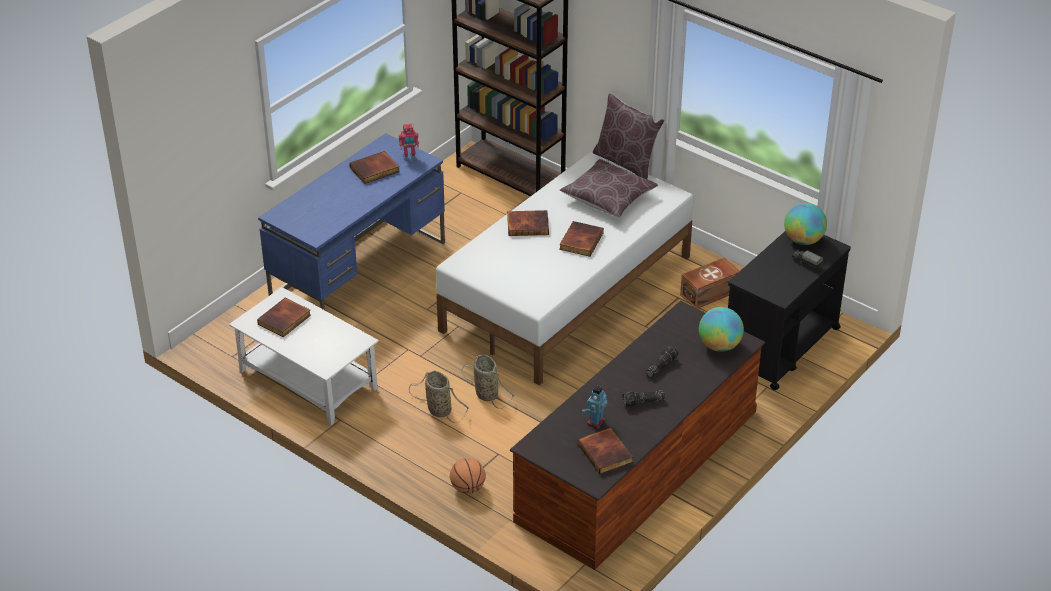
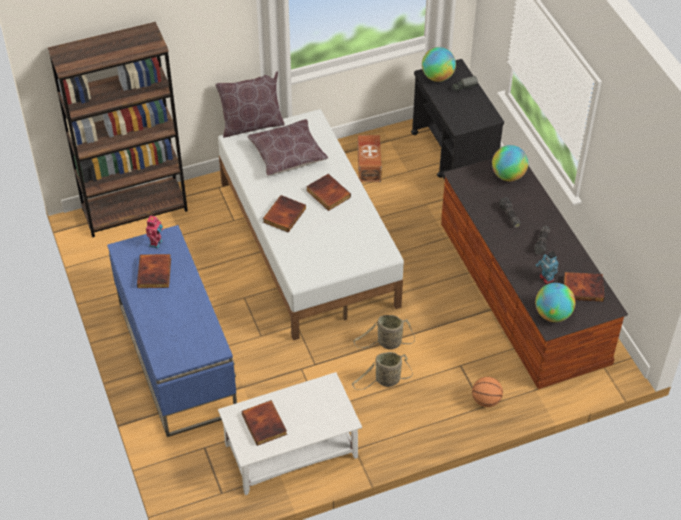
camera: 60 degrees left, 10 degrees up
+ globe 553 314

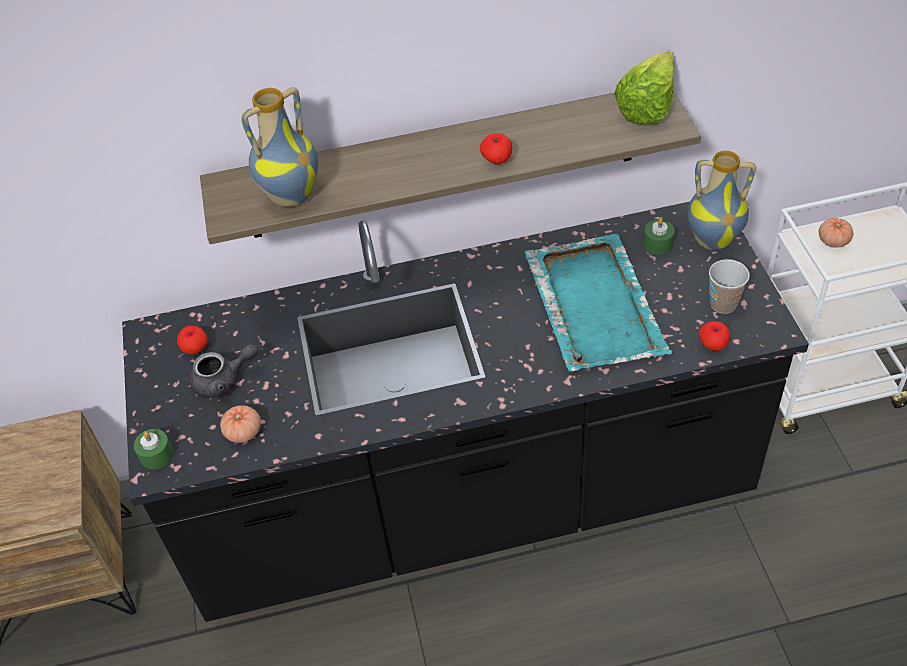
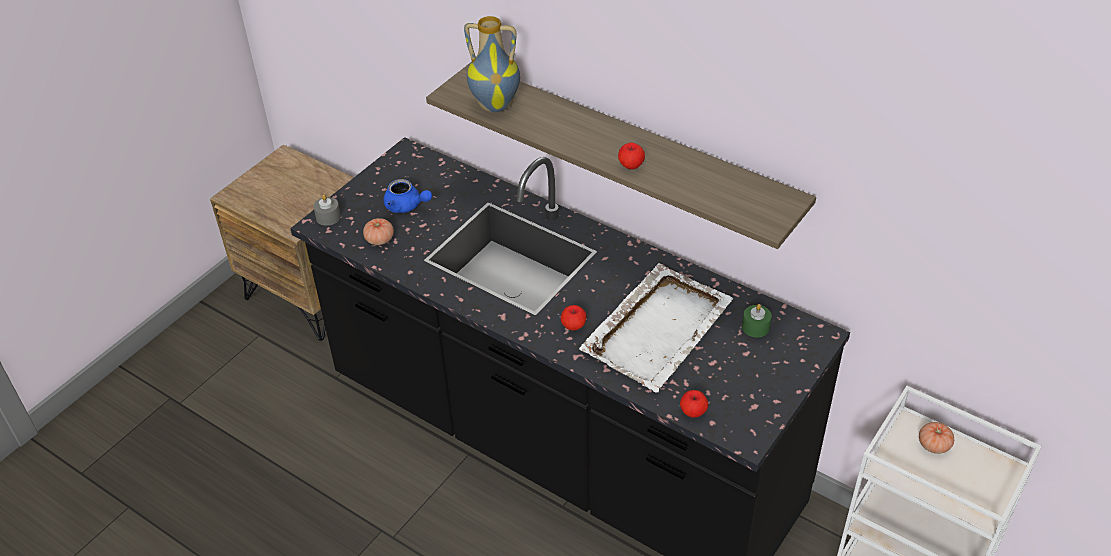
camera: 45 degrees right, 5 degrees down
~ candle/green 156 455 to candle/grey 328 217
~ apple 195 349 to 573 326
~ teapot/grey 224 381 to teapot/blue 407 206
~ tray/turquoise 594 304 to tray/white 658 328
- lettuce 652 104
- vase 713 239
- cup 723 304

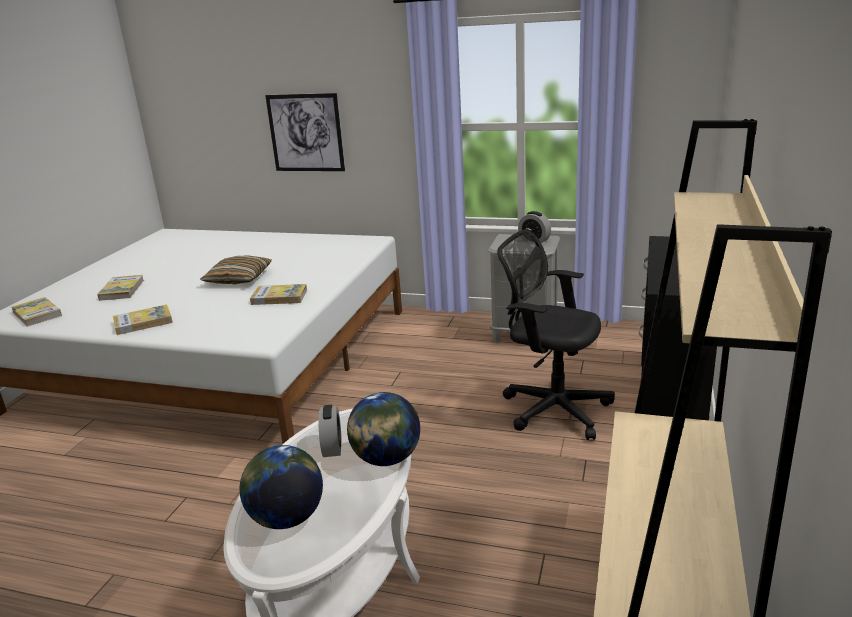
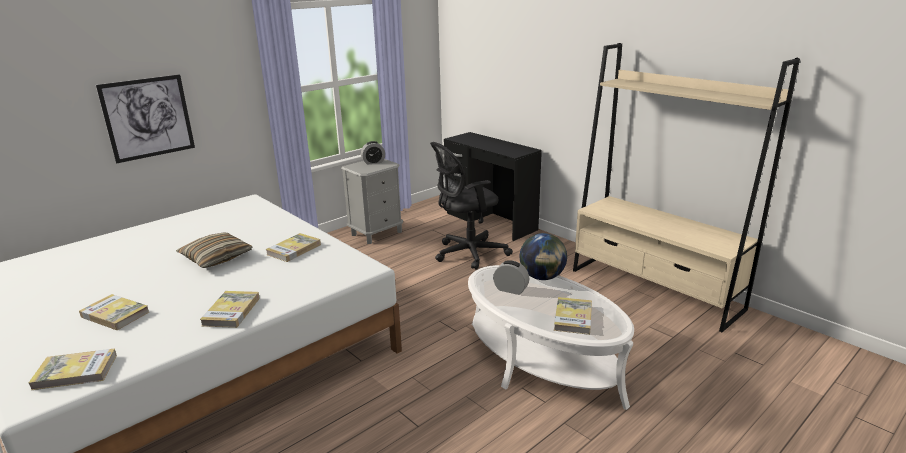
camera: 60 degrees left, 0 degrees up
~ globe 286 518 to book 573 318

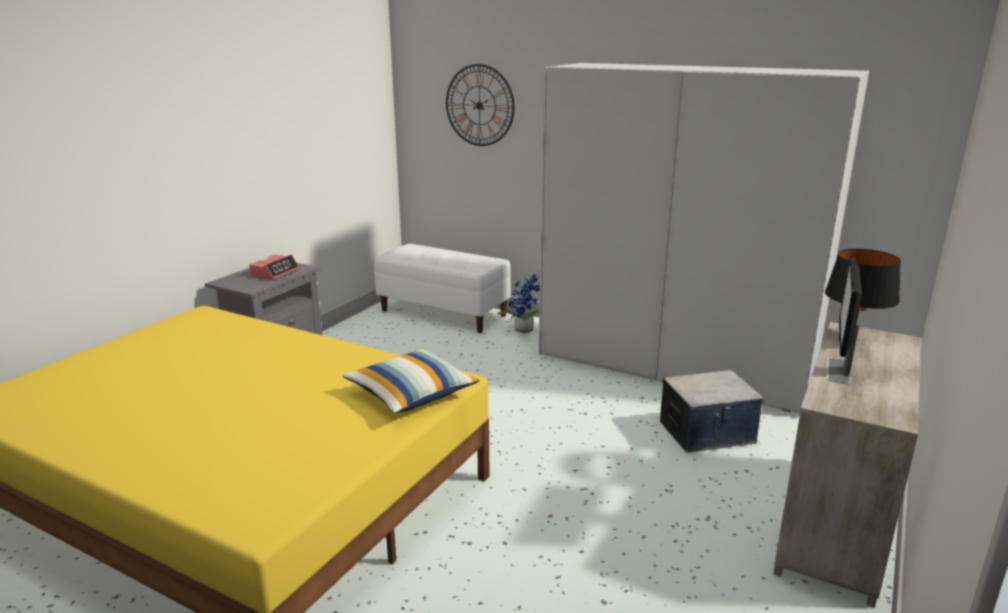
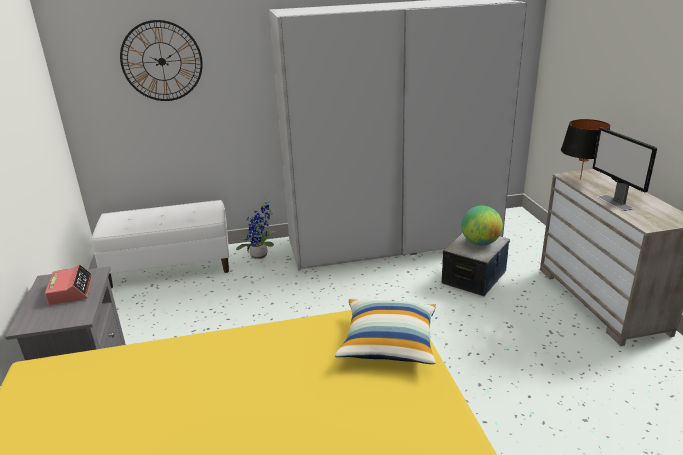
camera: 40 degrees left, 5 degrees up
+ globe 480 243

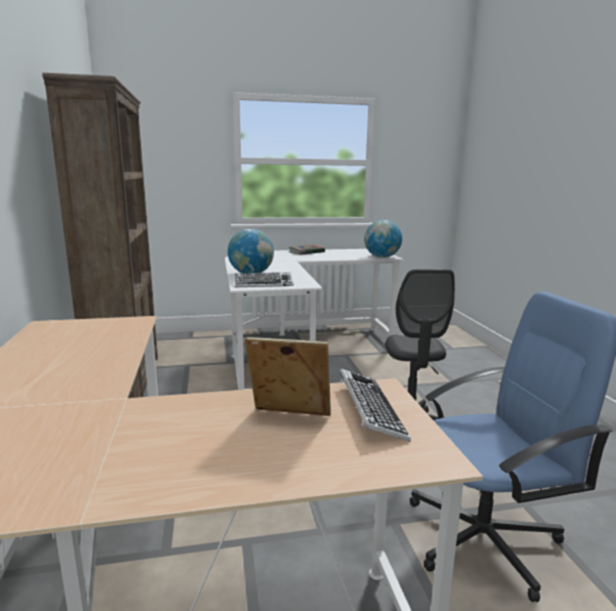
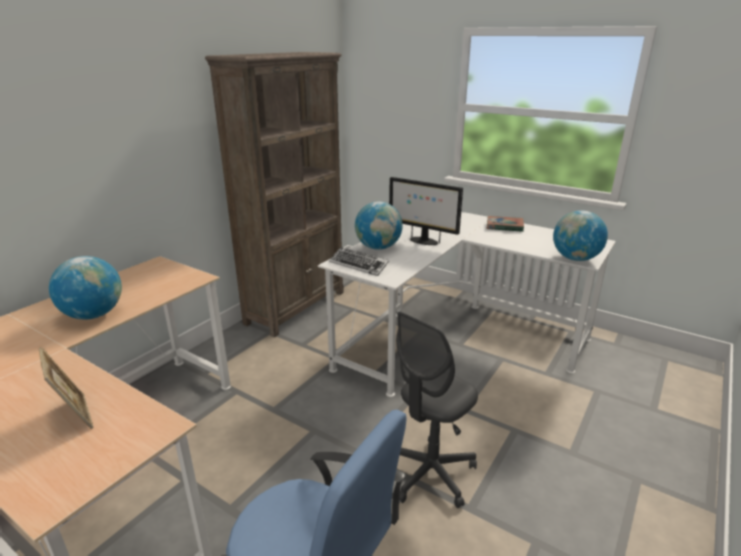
camera: 45 degrees right, 10 degrees up
- keyboard 369 410
+ globe 93 315
+ monitor 423 241

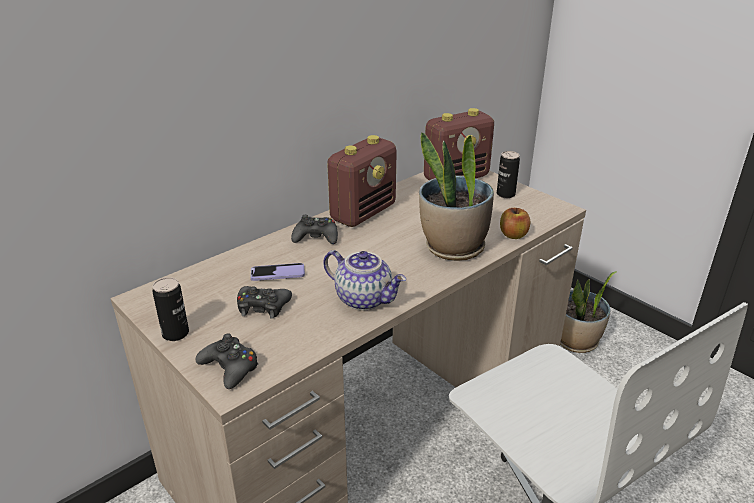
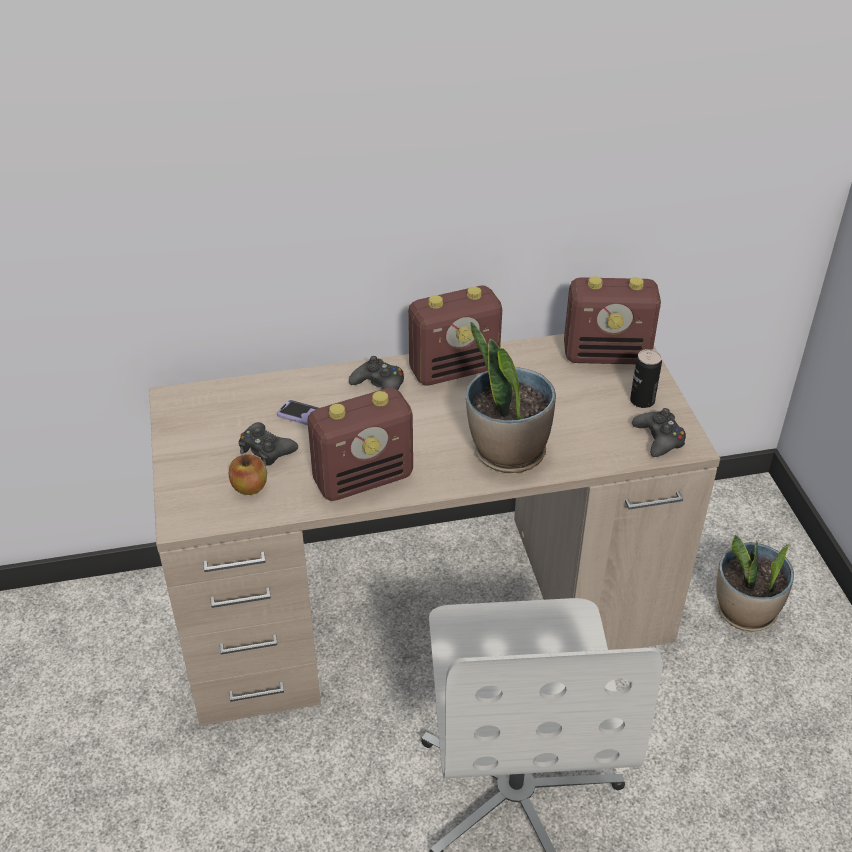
camera: 30 degrees right, 10 degrees up
- can 175 334
~ game controller/black 230 368 to 659 438
~ teapot 365 299 to radio 364 479
~ apple 513 235 to 249 487

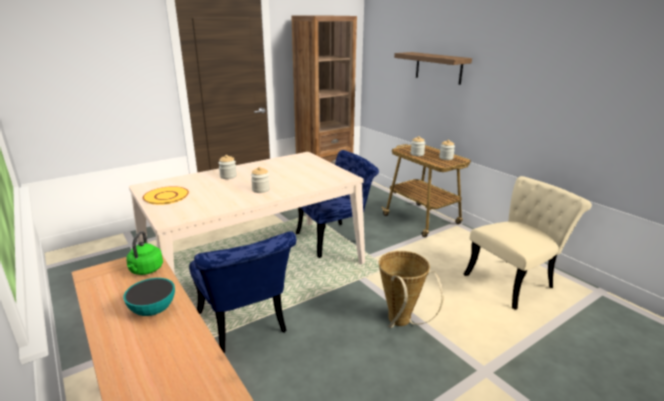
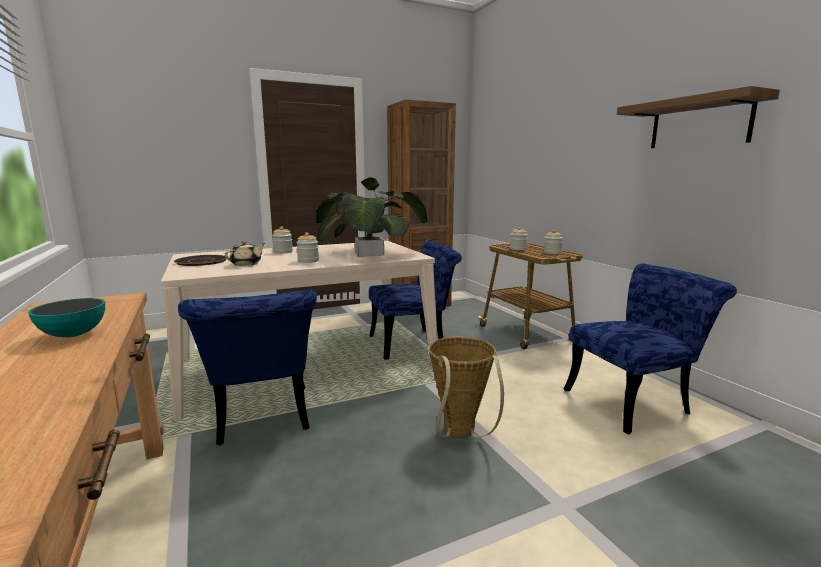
camera: 10 degrees right, 10 degrees down
- kettle/green 145 270
~ plate/yellow 166 196 to plate/black 201 261
~ shelf 438 68 to 699 123
~ chair/beige 514 280 to chair/blue 634 401
+ teapot/beige 246 264
+ potted plant 369 253

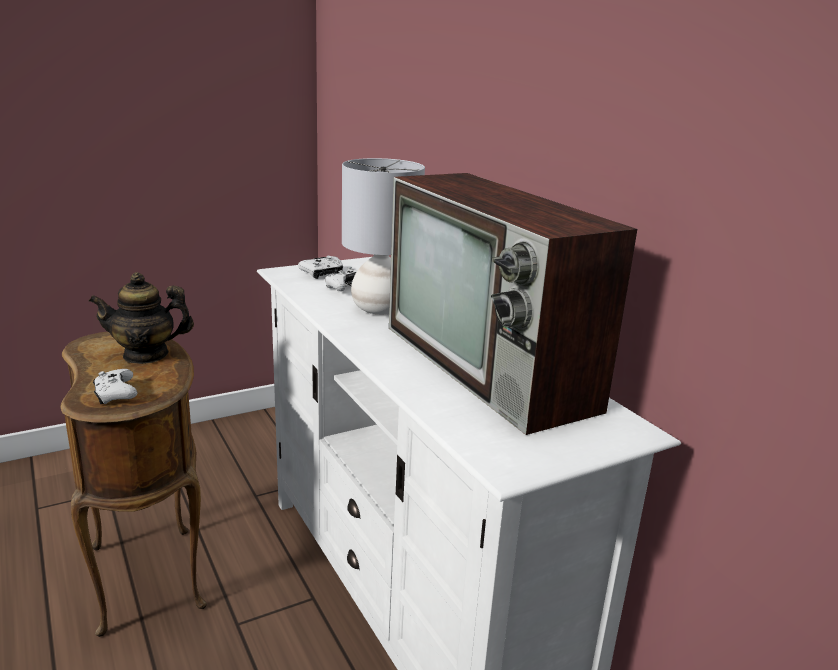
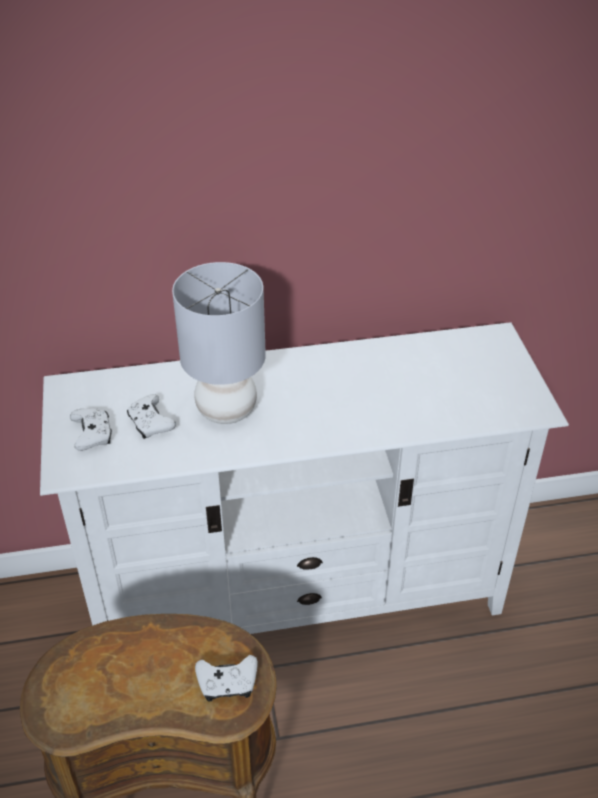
camera: 70 degrees left, 20 degrees up
- teapot 146 355
- television 490 368

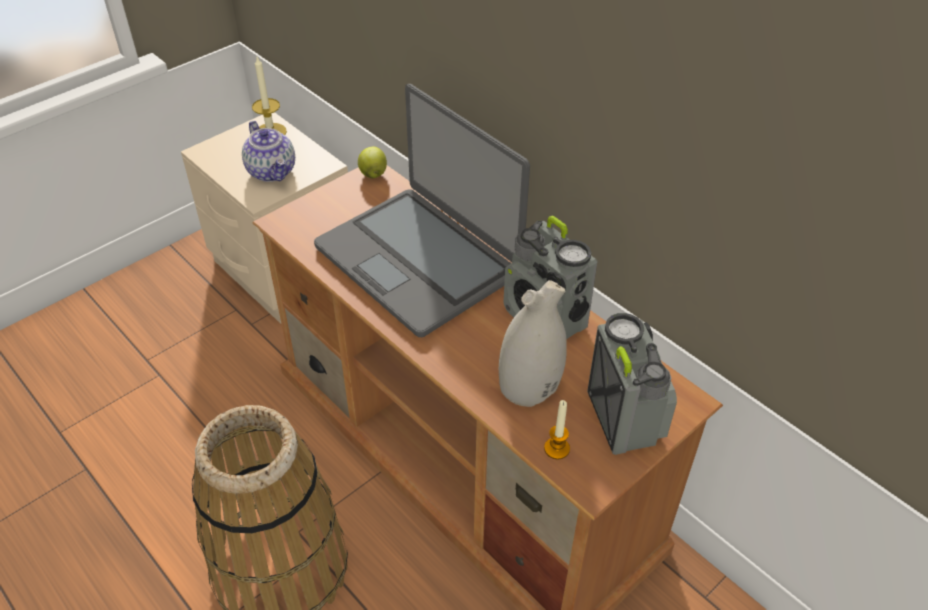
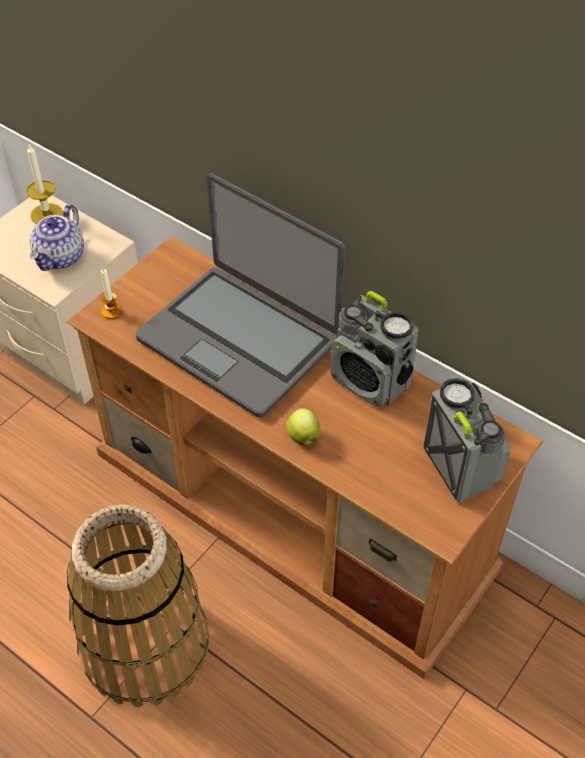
camera: 10 degrees left, 5 degrees up
~ teapot 272 171 = 61 258 60 degrees clockwise
~ apple 373 174 to 303 436
- vase/white 529 386
~ candle 557 448 to 111 311

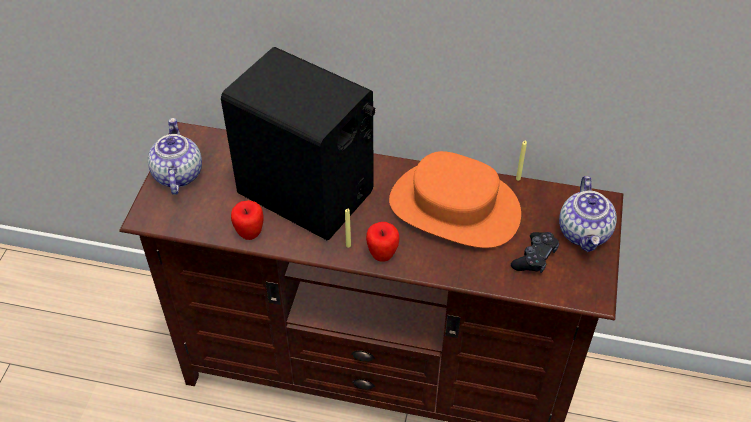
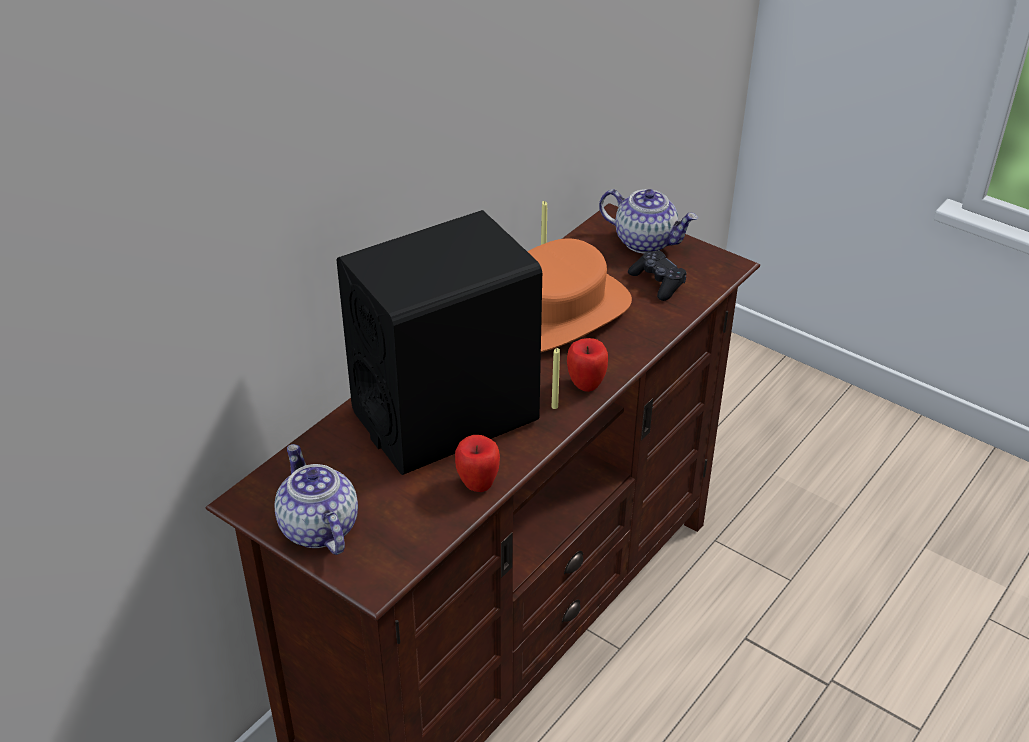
camera: 65 degrees left, 10 degrees down
~ teapot 177 174 = 317 528 45 degrees clockwise

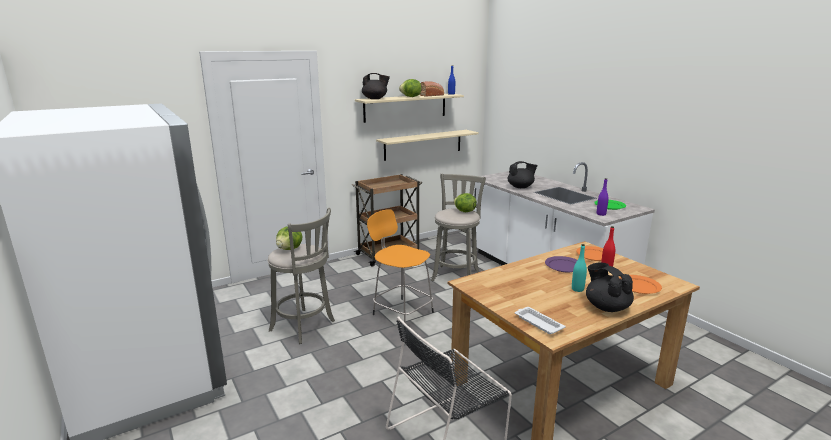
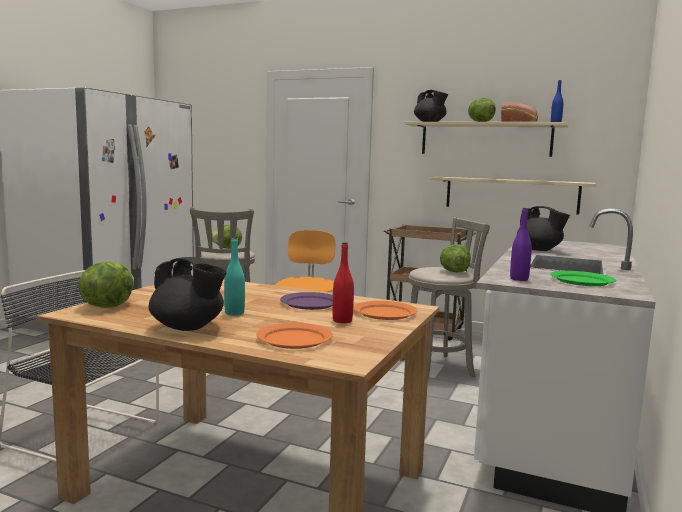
camera: 55 degrees right, 10 degrees down
~ tray/white 538 323 to lettuce 107 306
~ teapot/black 606 307 = 188 327 90 degrees clockwise

